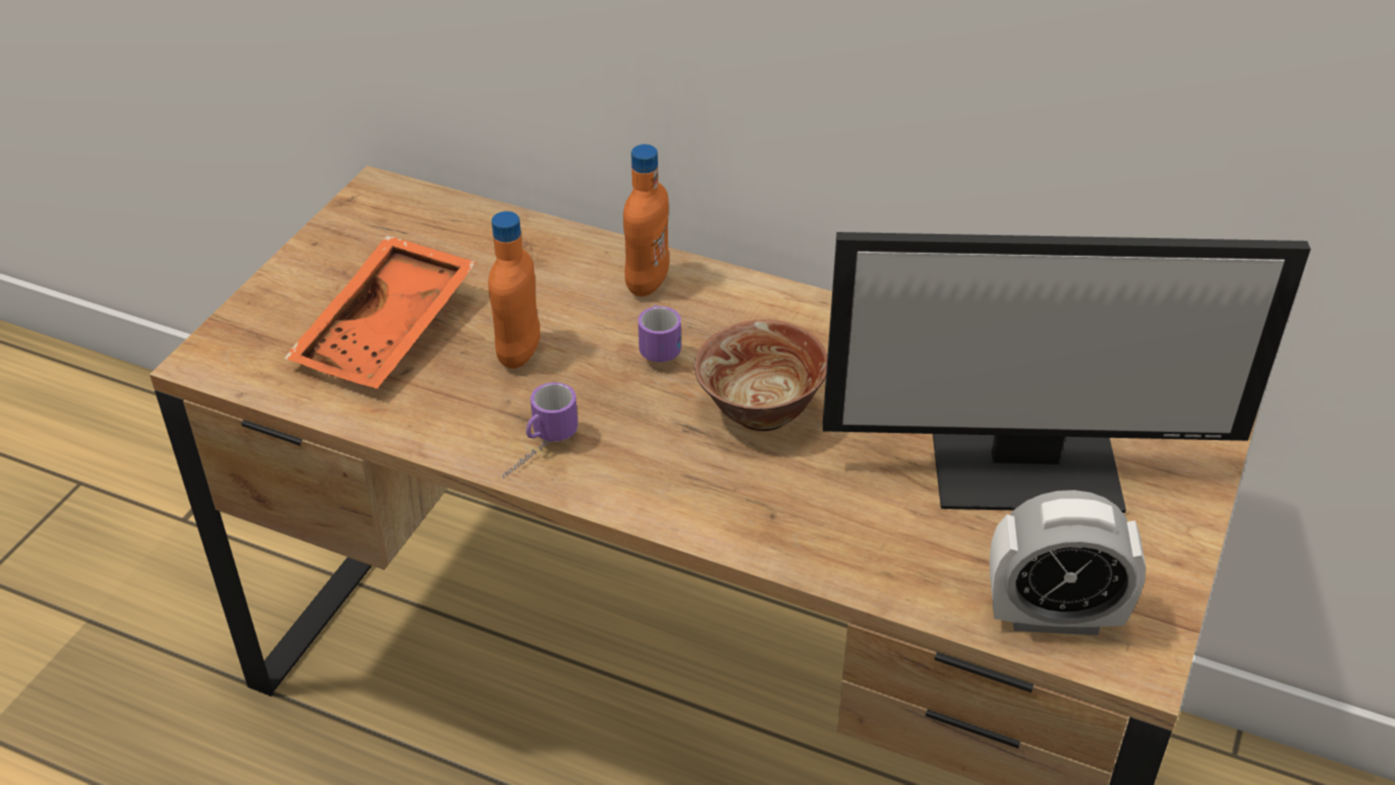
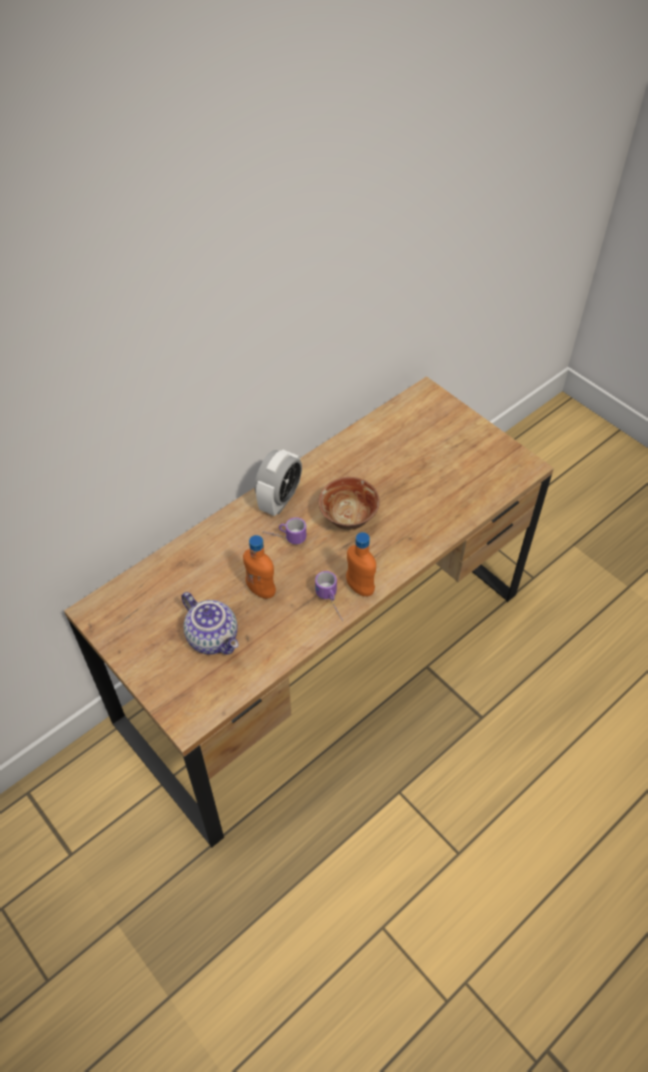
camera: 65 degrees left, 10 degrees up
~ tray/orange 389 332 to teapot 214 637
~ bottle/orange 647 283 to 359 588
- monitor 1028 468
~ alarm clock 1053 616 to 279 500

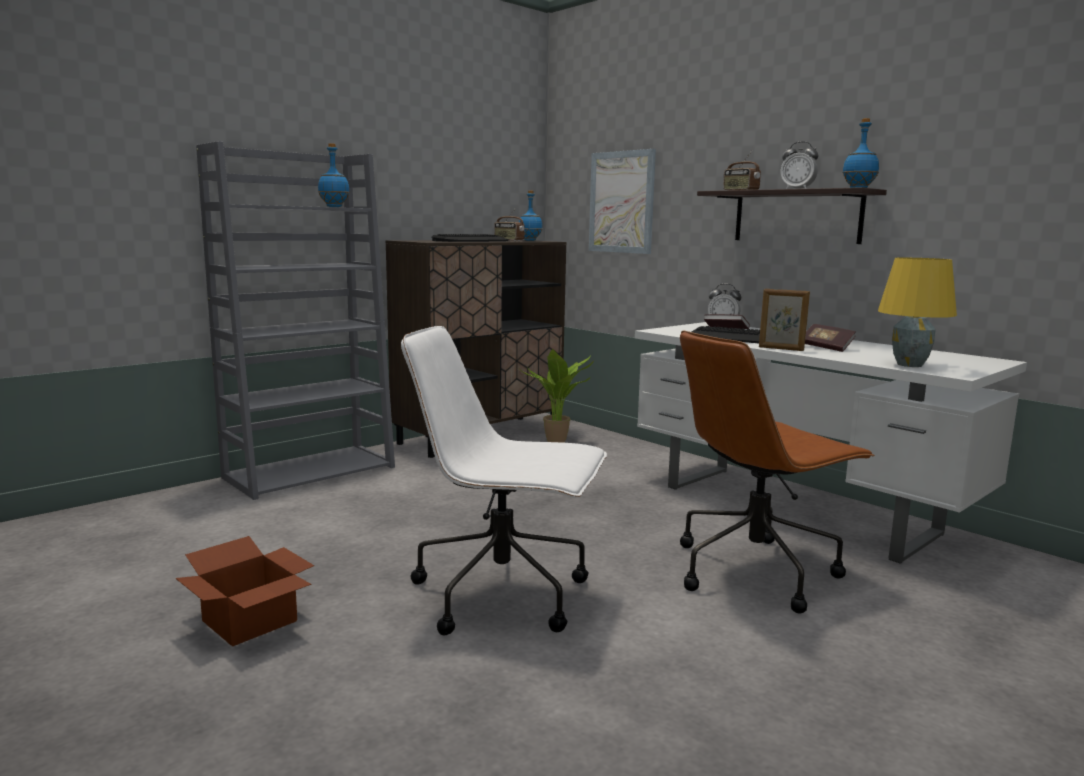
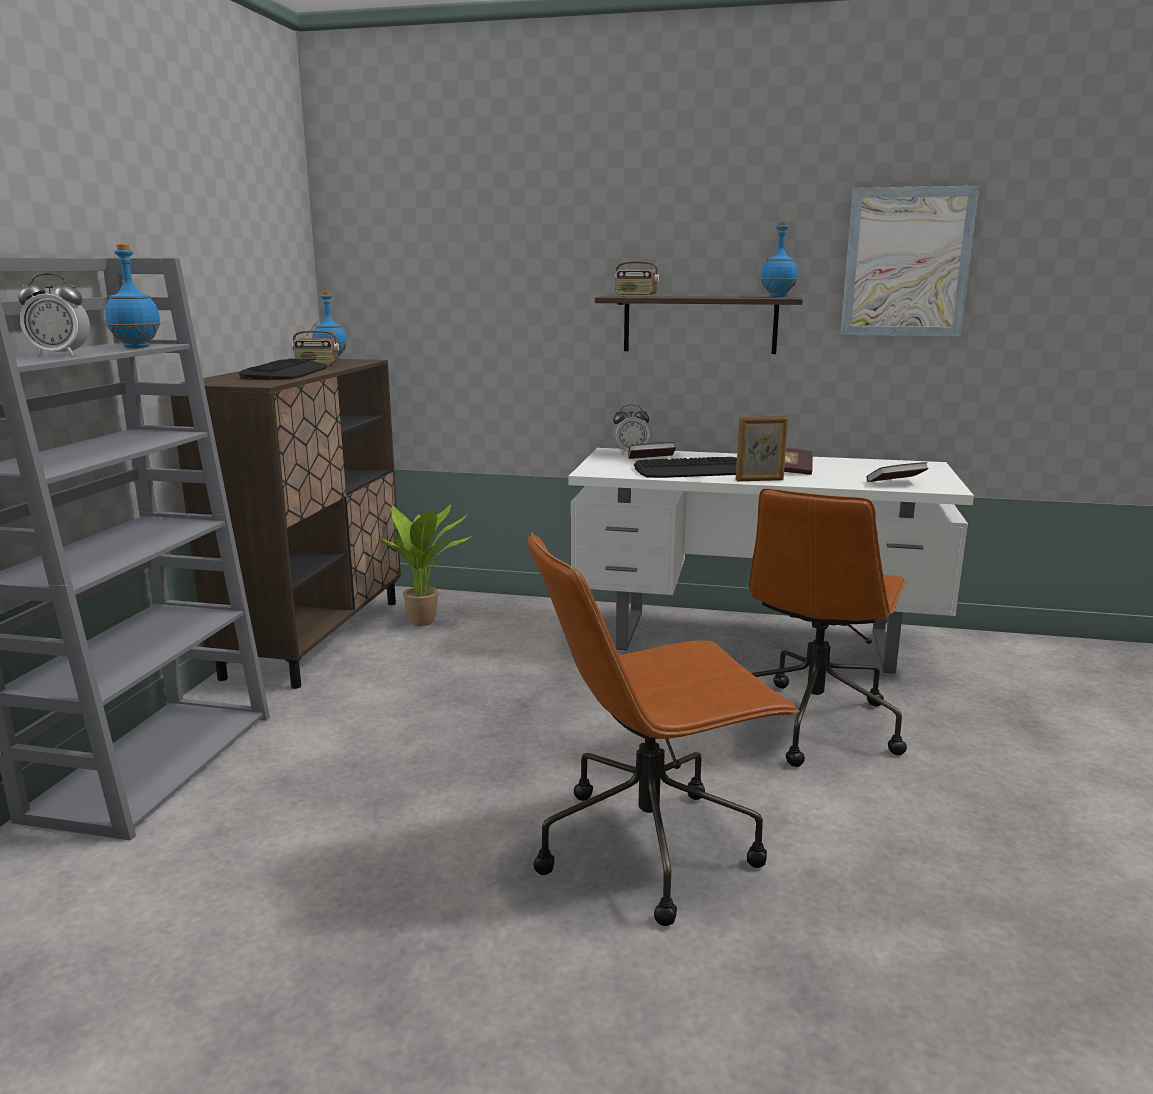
camera: 35 degrees left, 5 degrees up
- cardboard box 249 622
~ office chair/white 504 594 to office chair/brown 650 845
~ picture 621 202 to 907 262
~ alarm clock 797 190 to 60 355
~ table lamp/yellow 910 365 to book 895 483

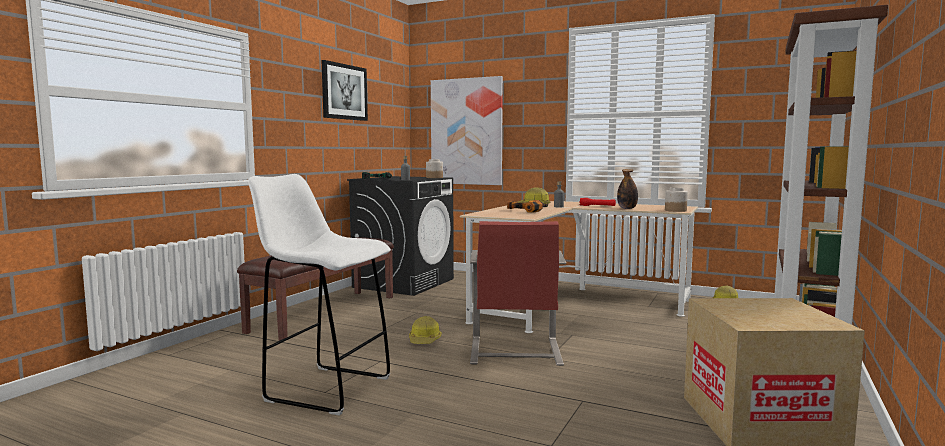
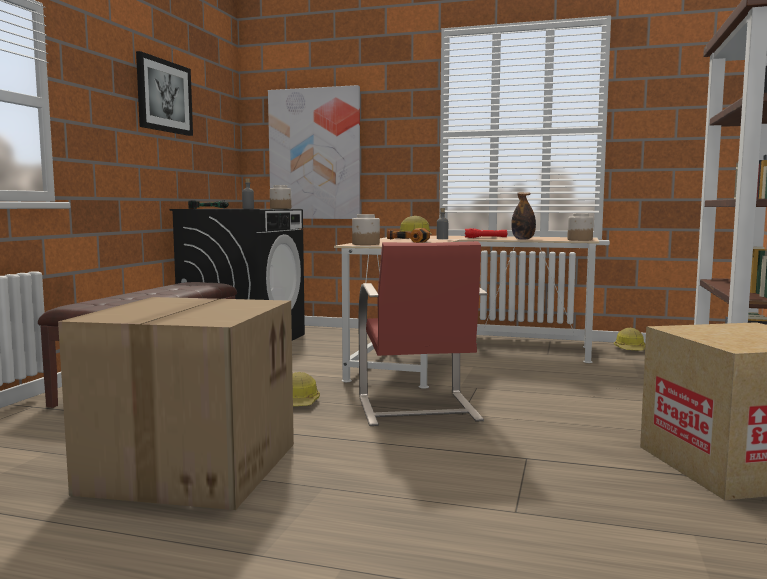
camera: 10 degrees left, 0 degrees up
~ stool/white 325 388 to cardboard box 190 466
+ jar 366 244

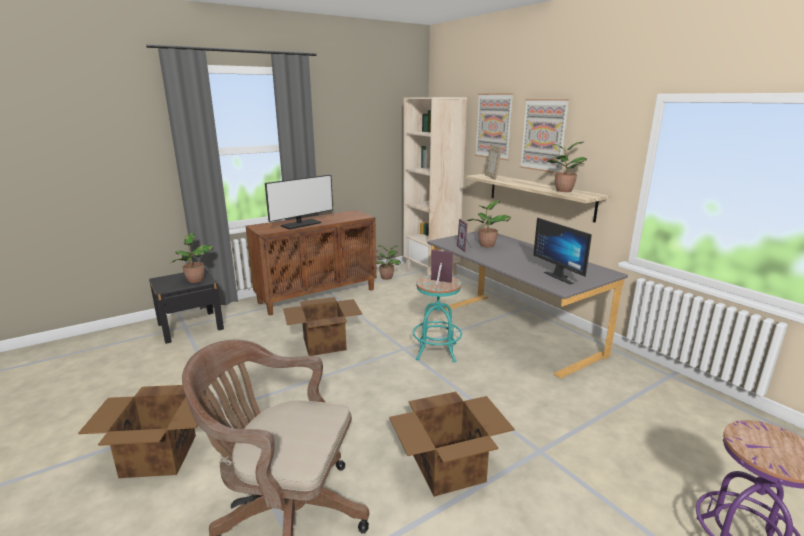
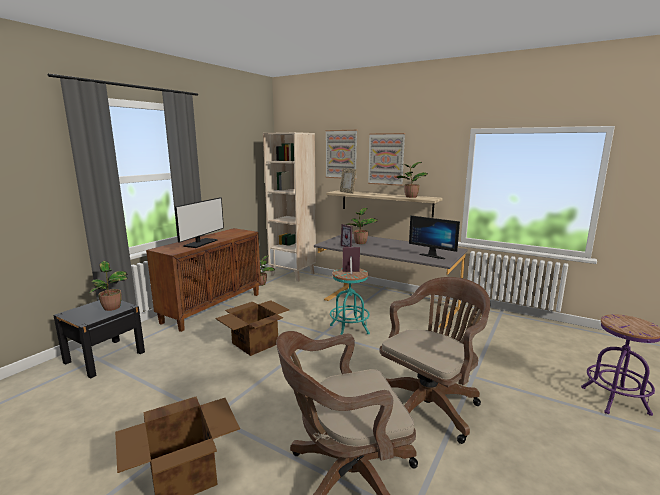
camera: 25 degrees left, 5 degrees down
~ cardboard box 449 468 to office chair/brown 430 404

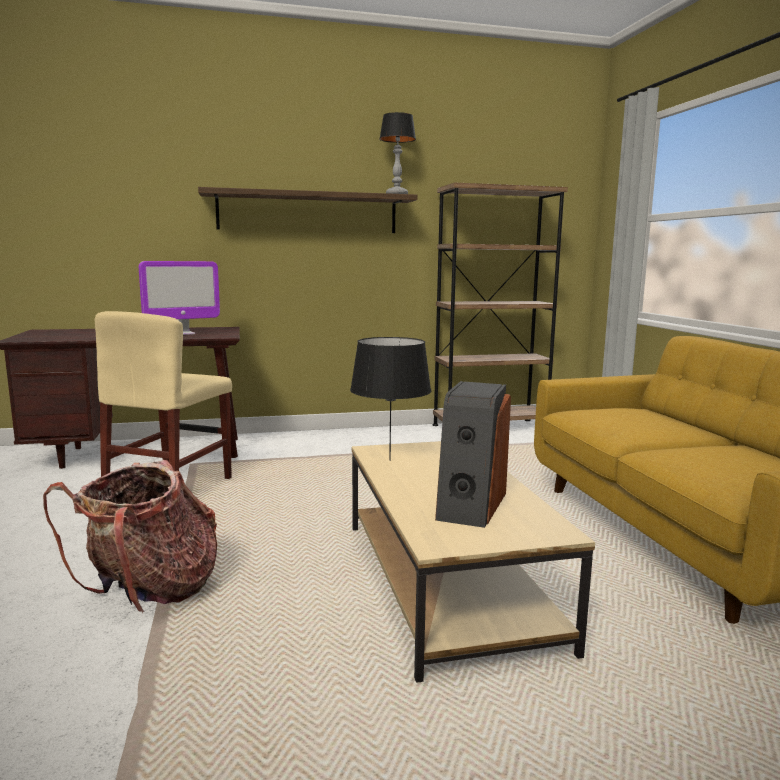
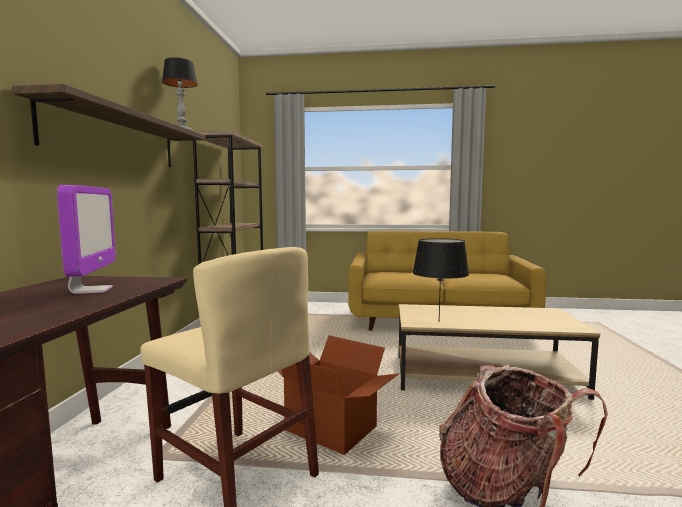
camera: 70 degrees left, 5 degrees down
- speaker 470 505
+ cardboard box 332 428

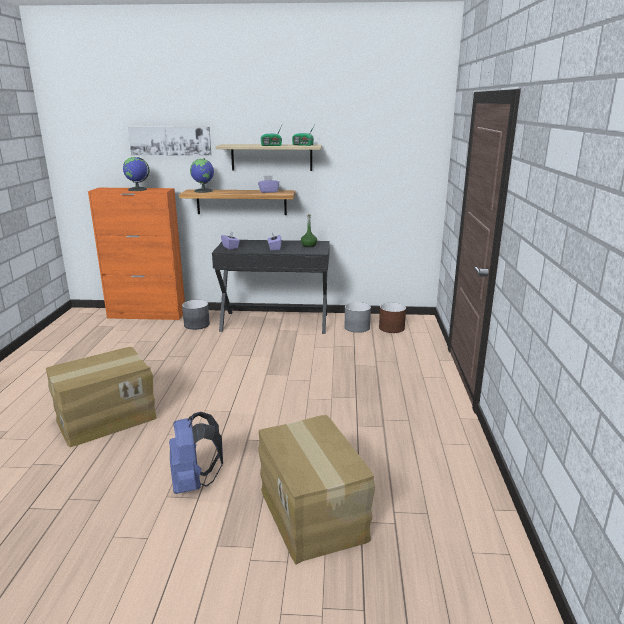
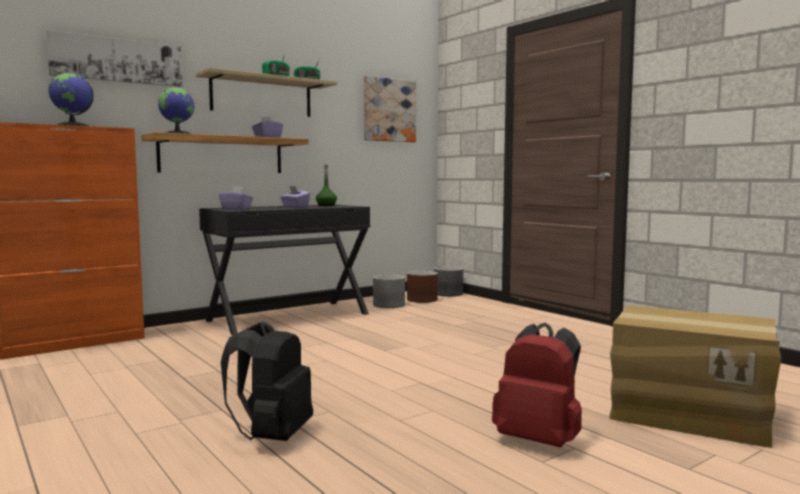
camera: 40 degrees left, 15 degrees down
~ cardboard box 106 418 to backpack/black 272 436
~ backpack/blue 194 483 to backpack/red 539 440
~ planter/grey 197 324 to 448 294
+ picture 389 110

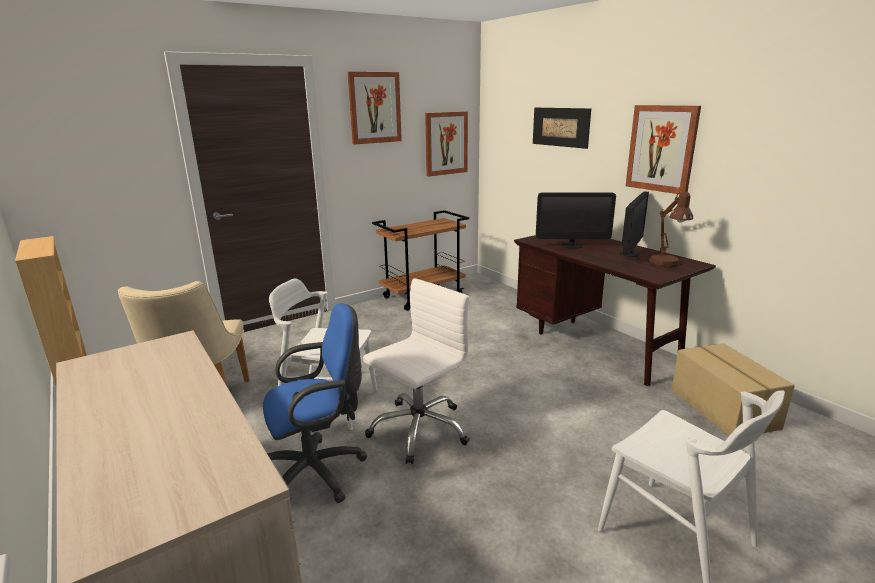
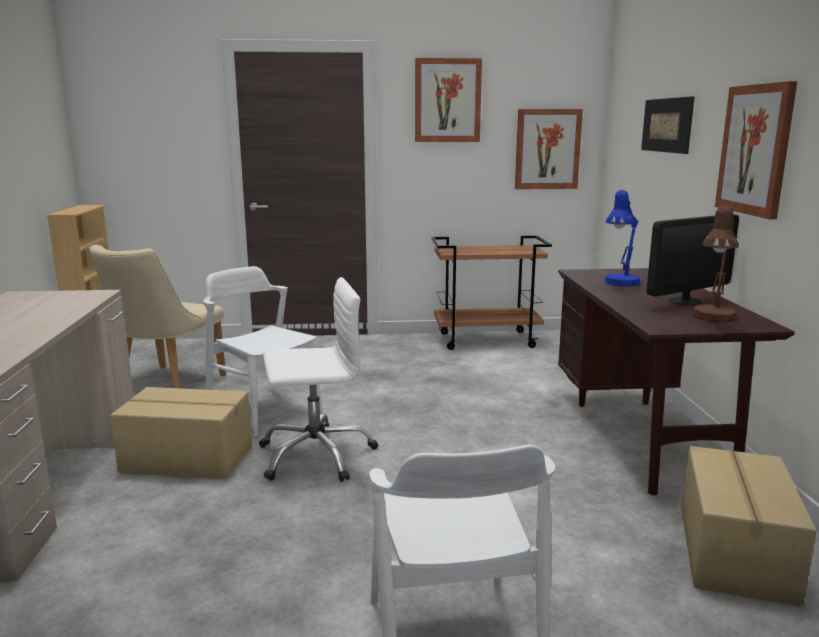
camera: 30 degrees right, 5 degrees down
~ office chair/blue 319 472 to cardboard box 187 459
~ monitor 572 246 to table lamp/blue 619 284

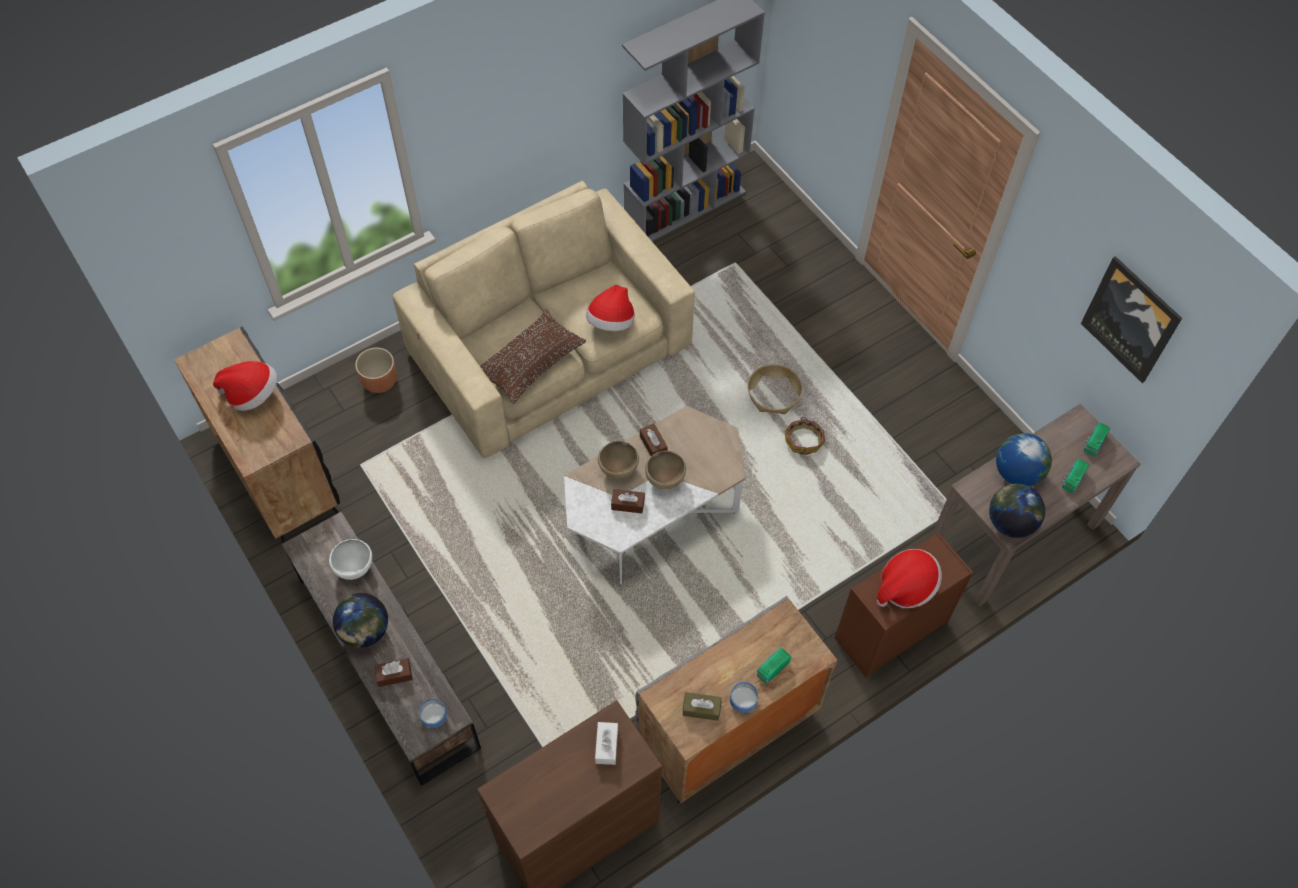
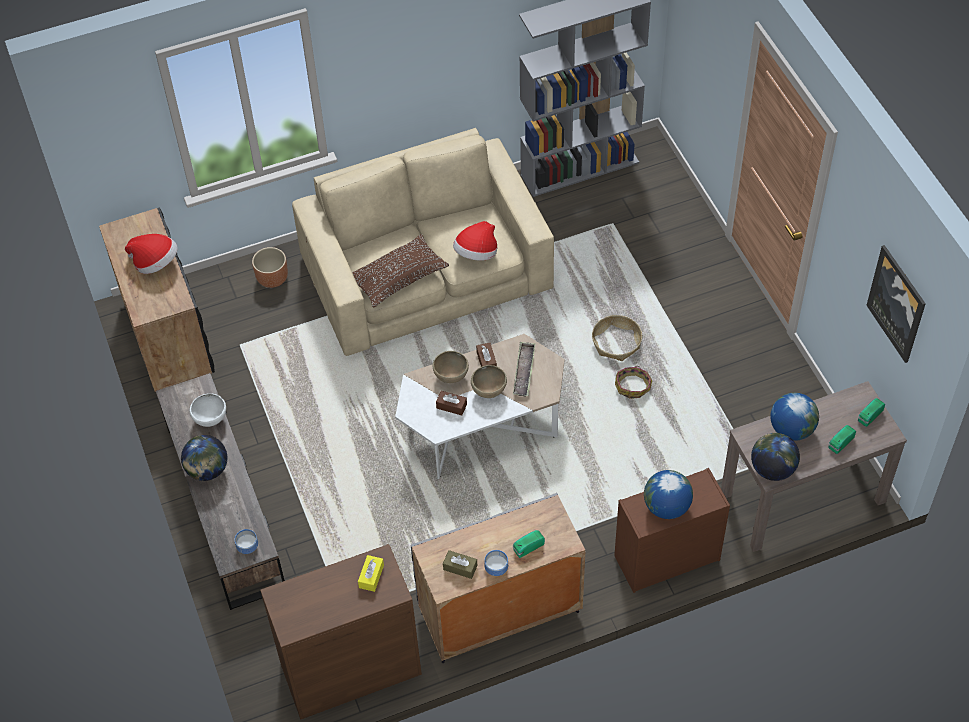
camera: 15 degrees right, 5 degrees down
- tissue box/brown 394 675
~ tissue box/white 606 746 to tissue box/yellow 371 576
~ hat 905 587 to globe 666 507
+ tray 524 371

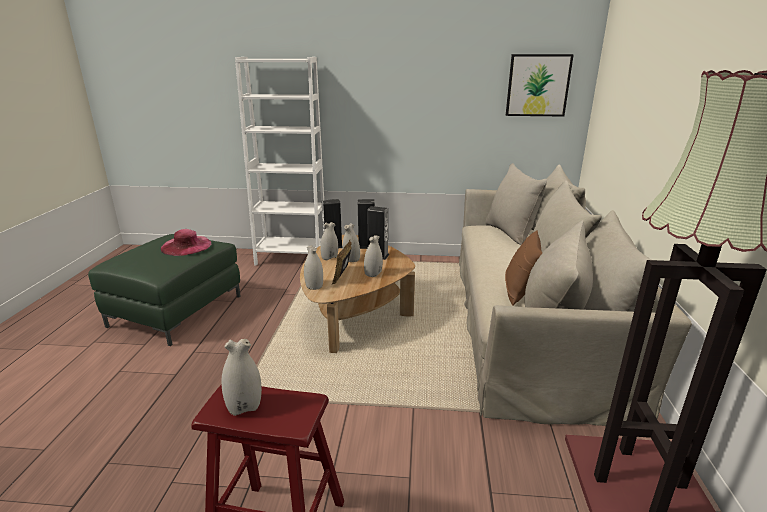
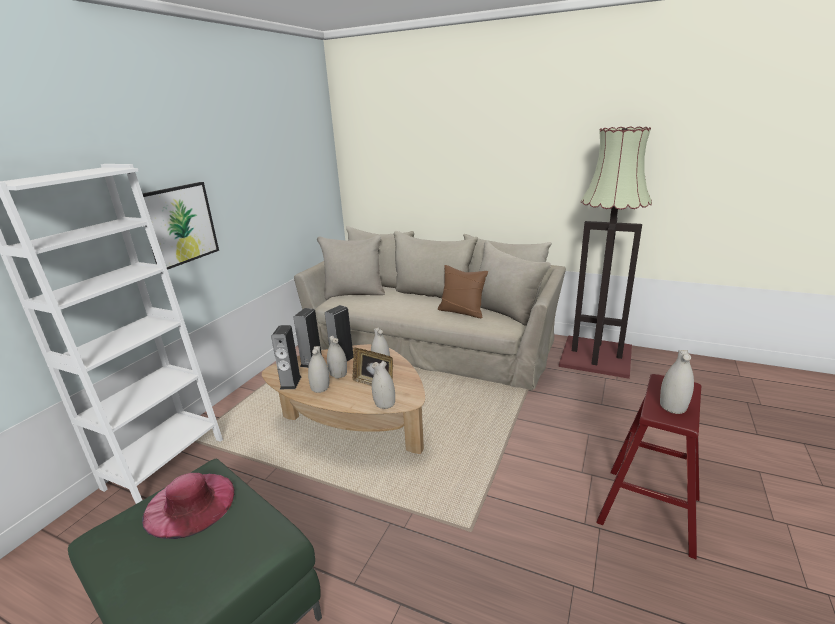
camera: 70 degrees left, 0 degrees up
~ picture 538 85 to 180 225

